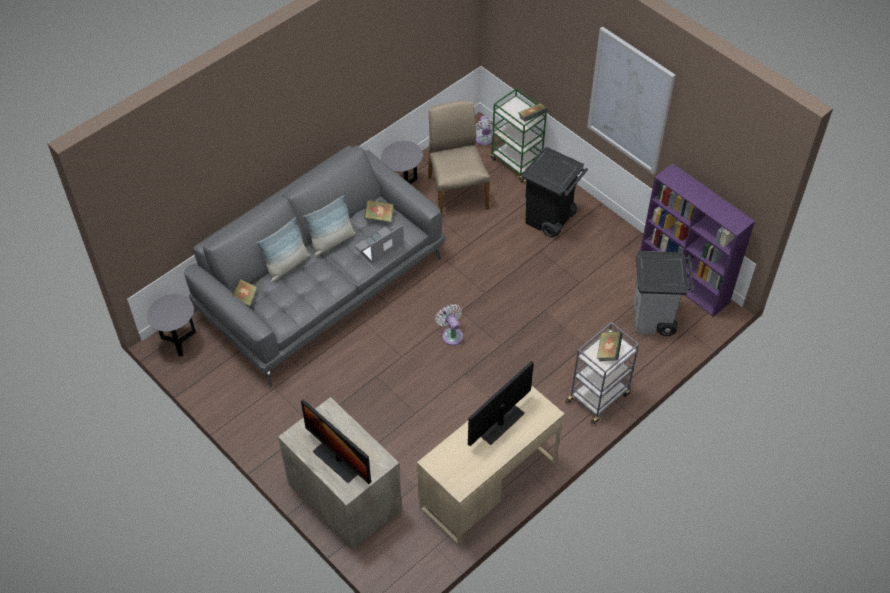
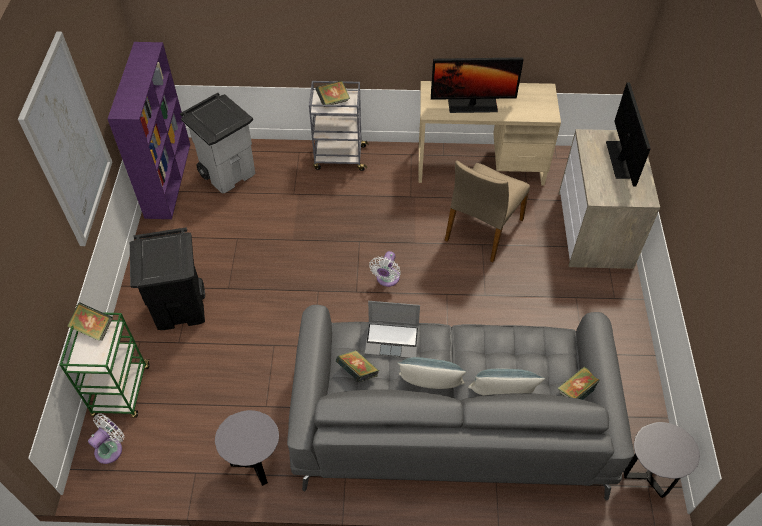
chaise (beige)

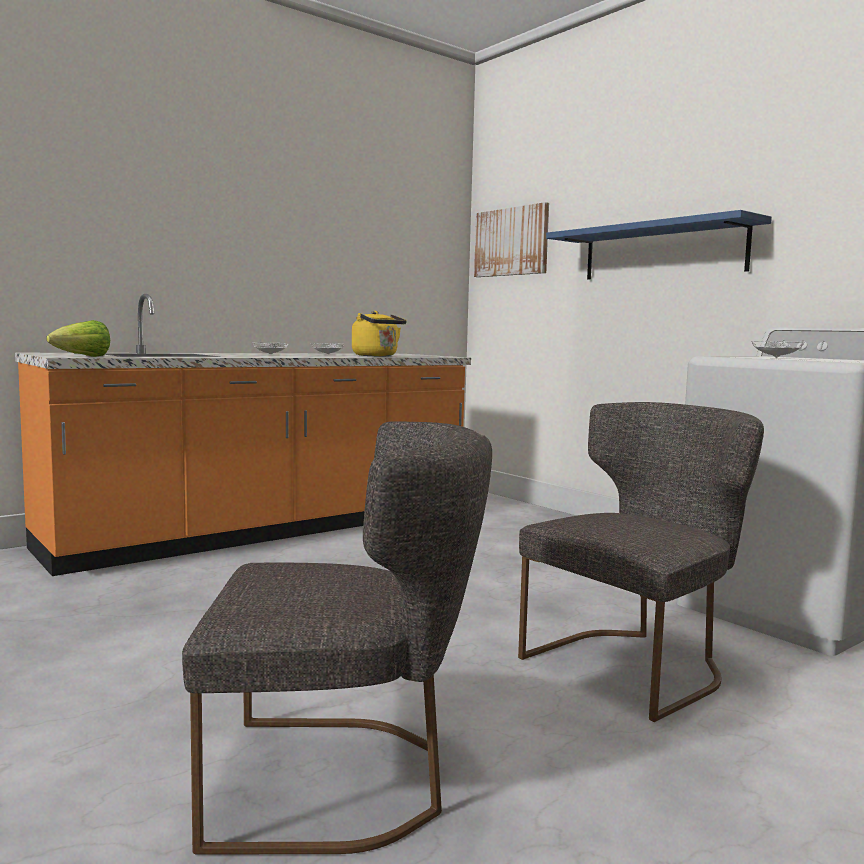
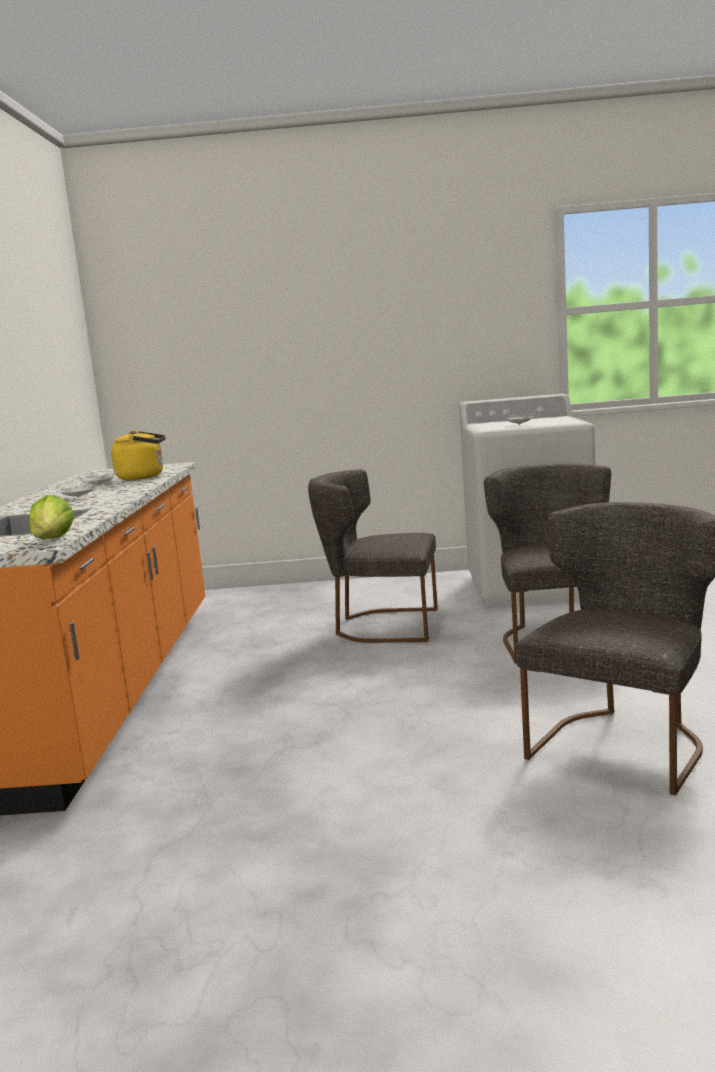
tableau; étagère (bleu); chaise (gris) (1st from left)

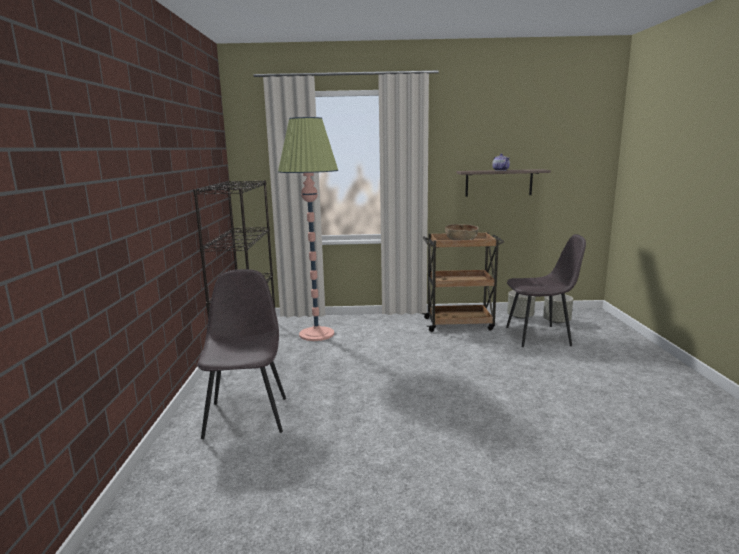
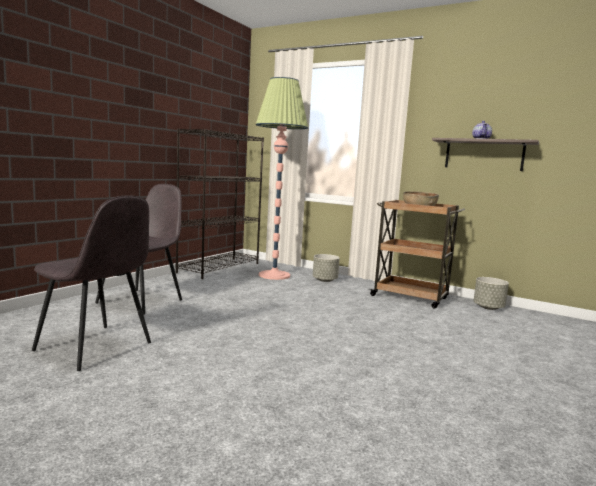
chaise (gris) (1st from left); cache-pot (gris) (1st from left)

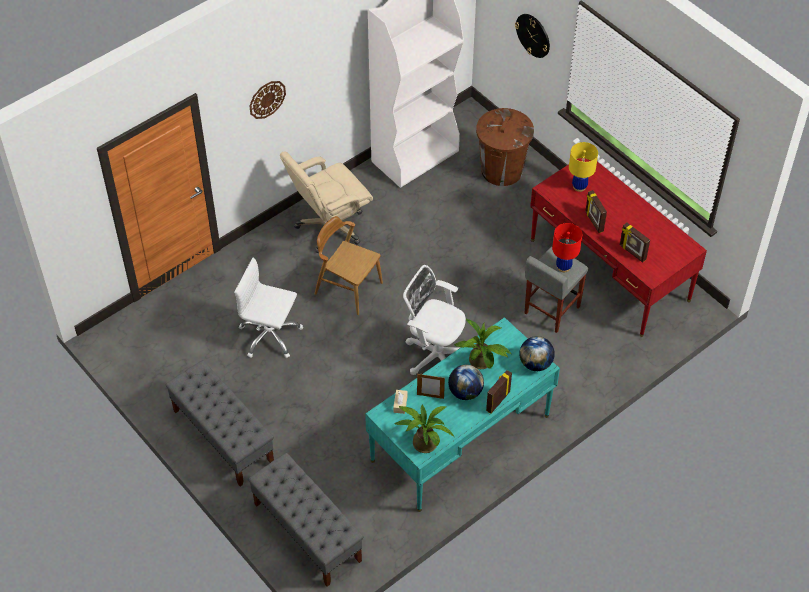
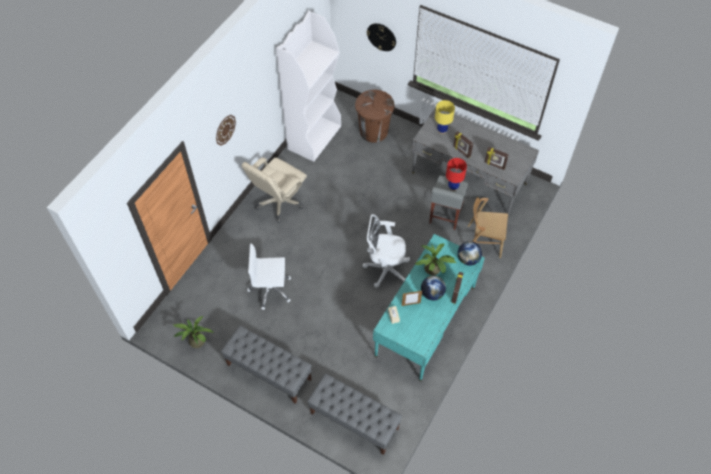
chaise (marron); plante en pot (1st from left); bureau (gris)

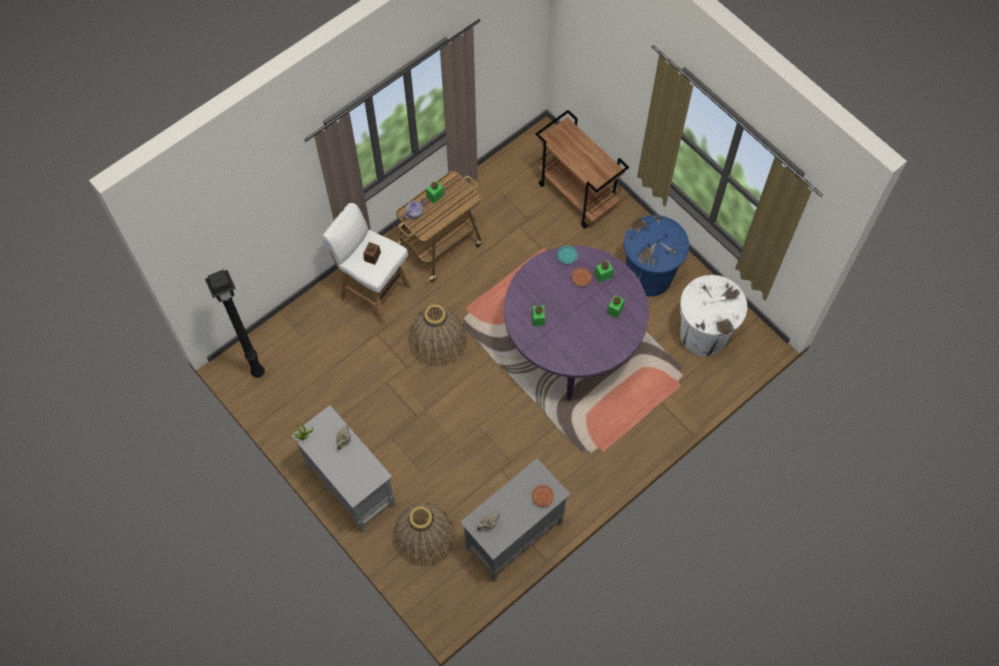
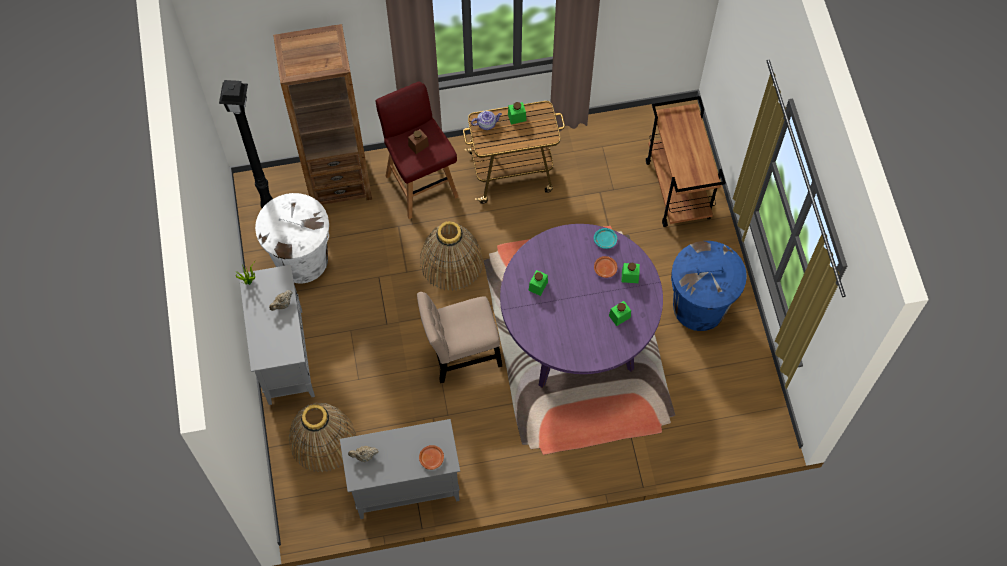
bibliothèque (marron); chaise (beige); poubelle (blanc); tabouret (rouge)

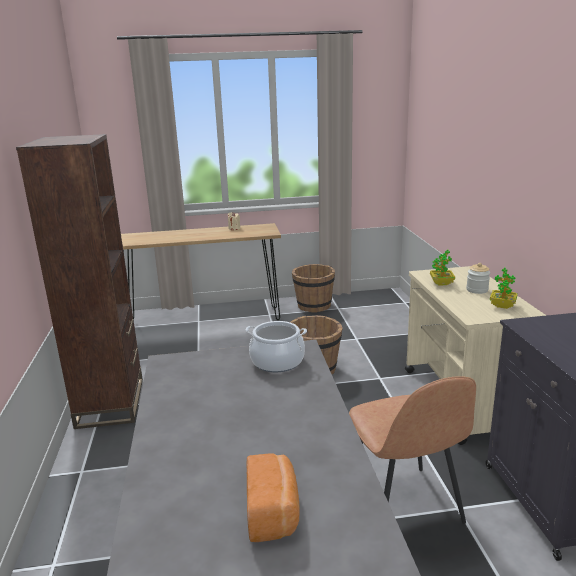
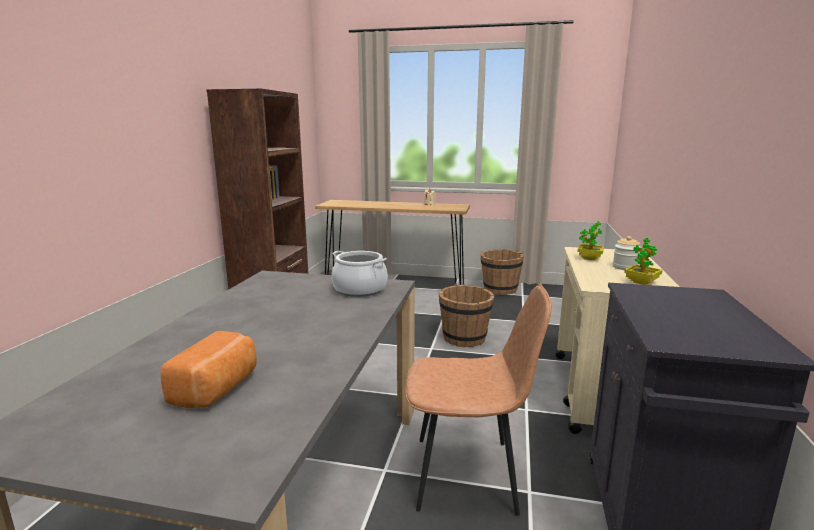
chaise (marron)

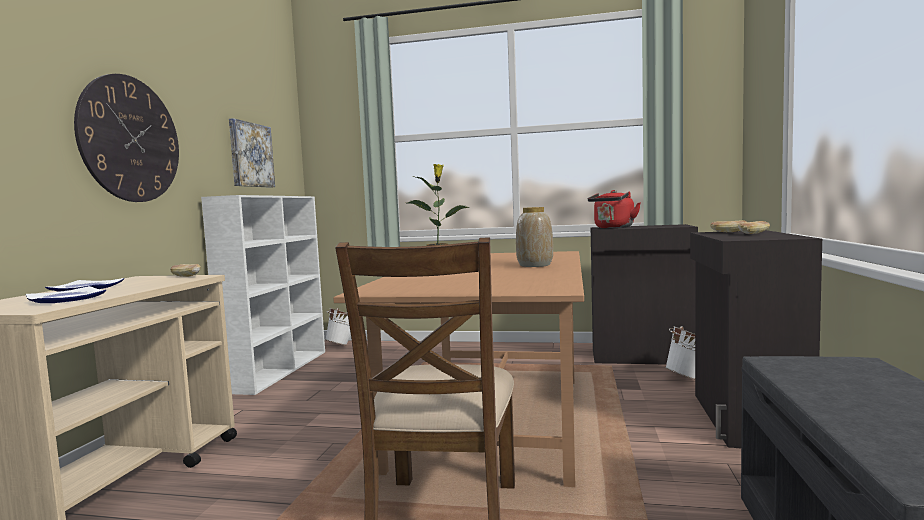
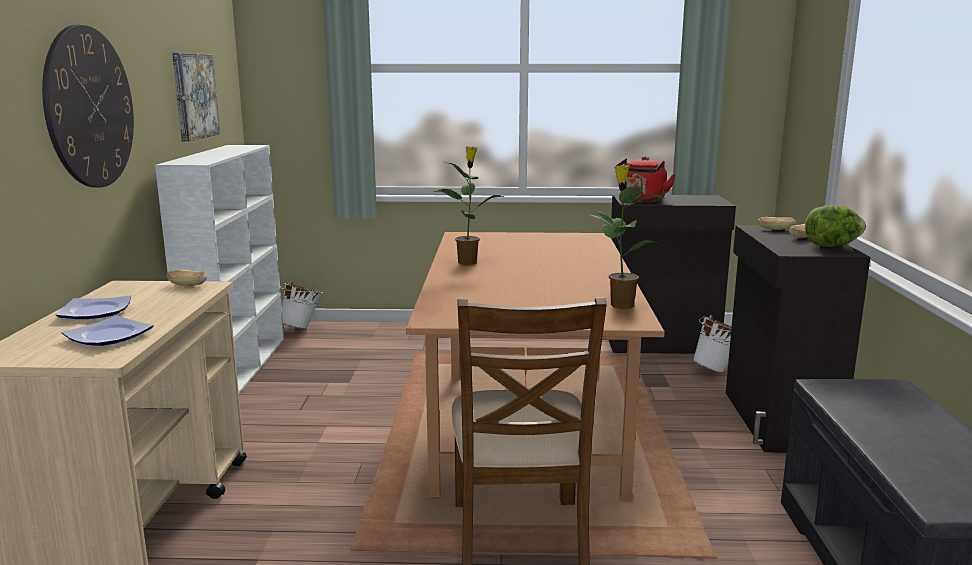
vase; plante en pot (2nd from left); laitue

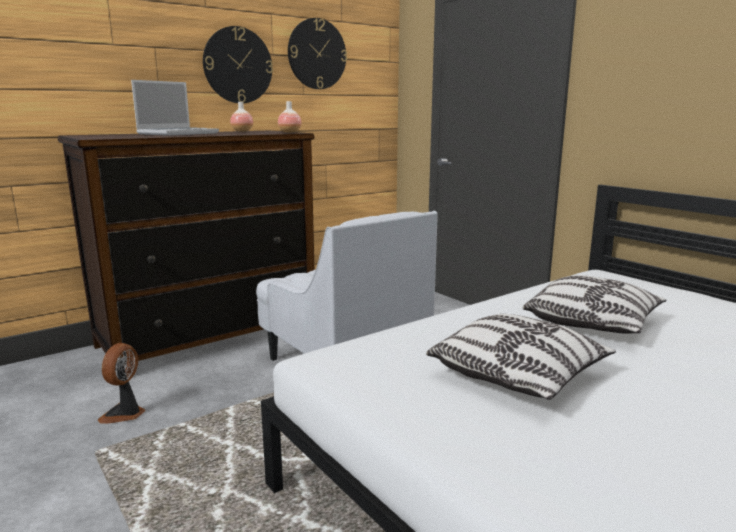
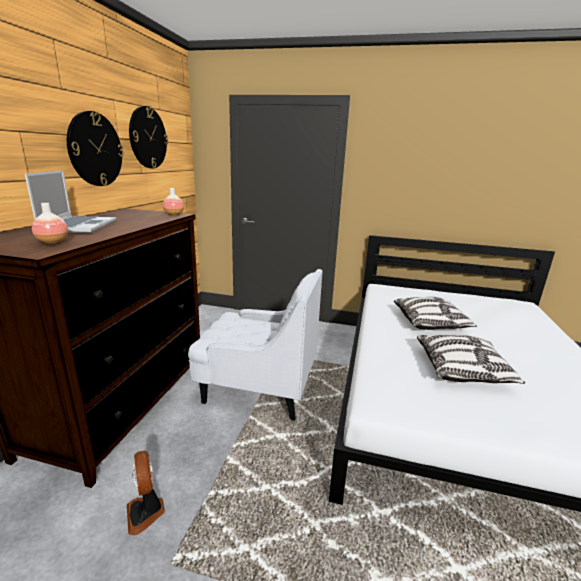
vase (1st from left)

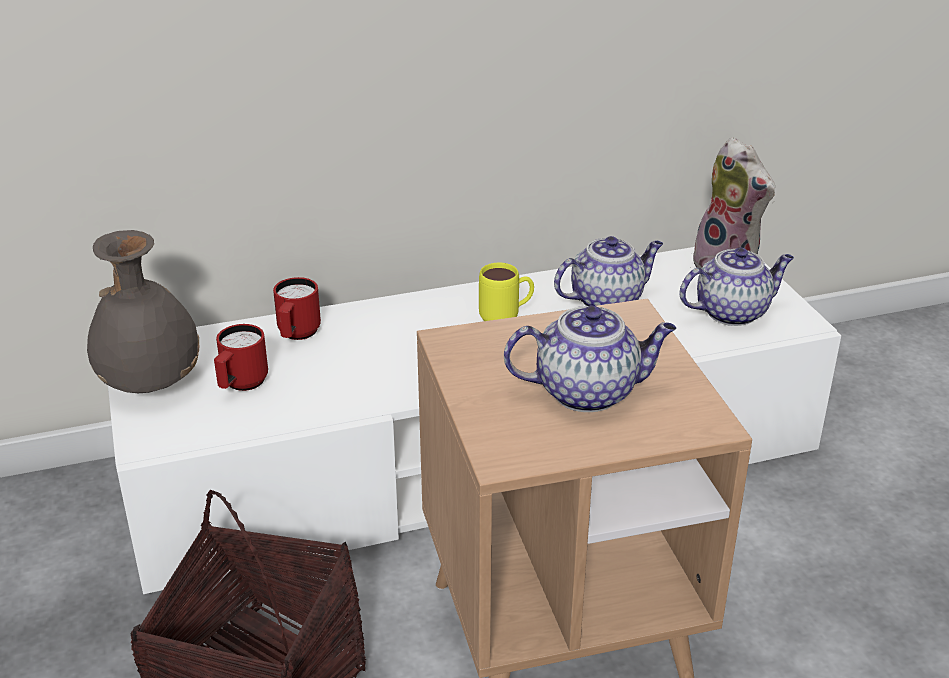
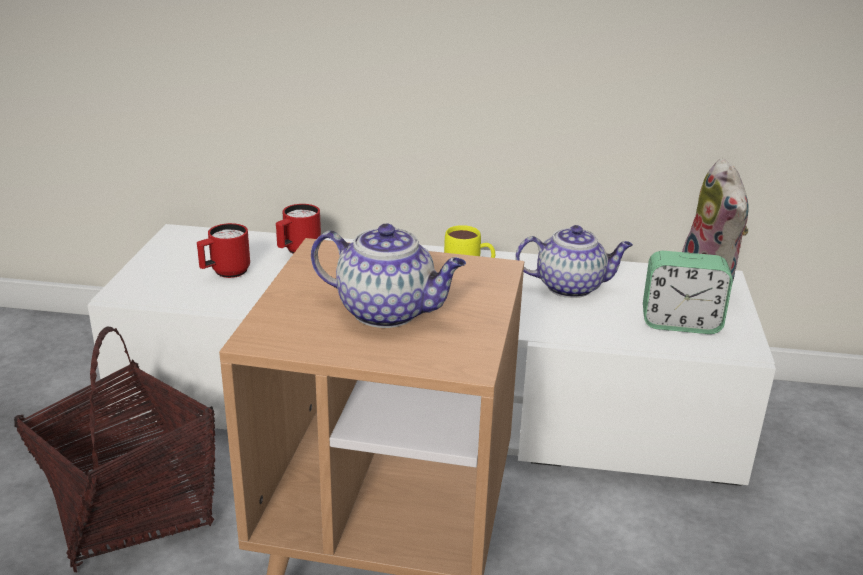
vase (gris); réveil

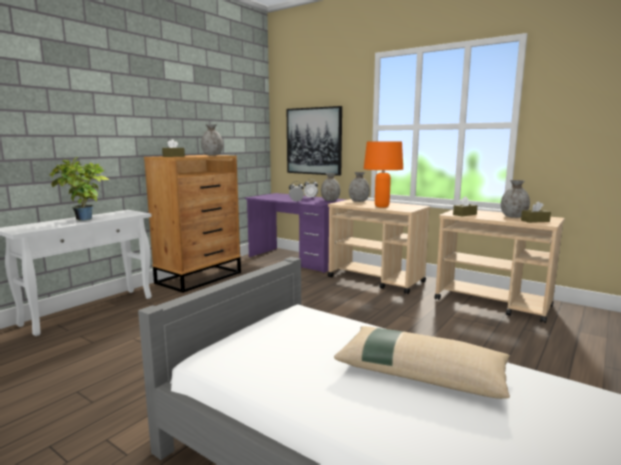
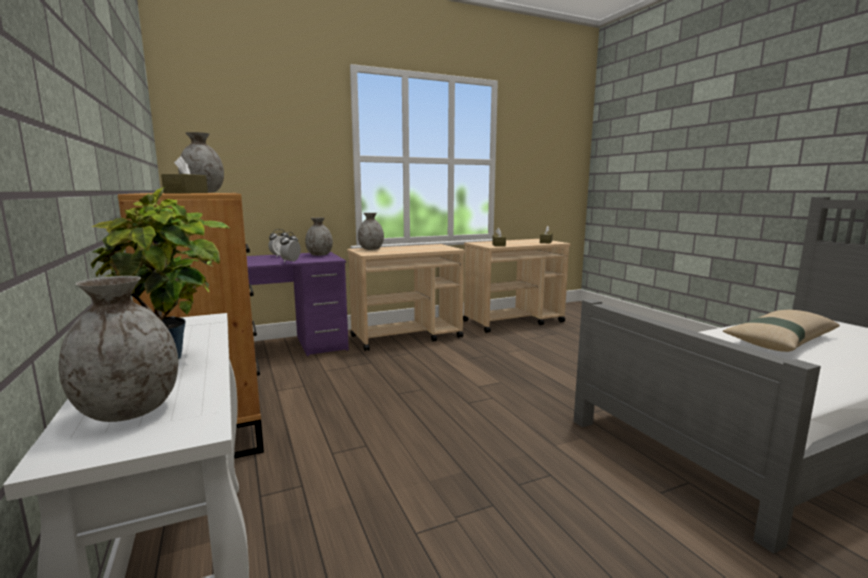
tableau; lampe de table (orange); vase (gris) (1st from left)

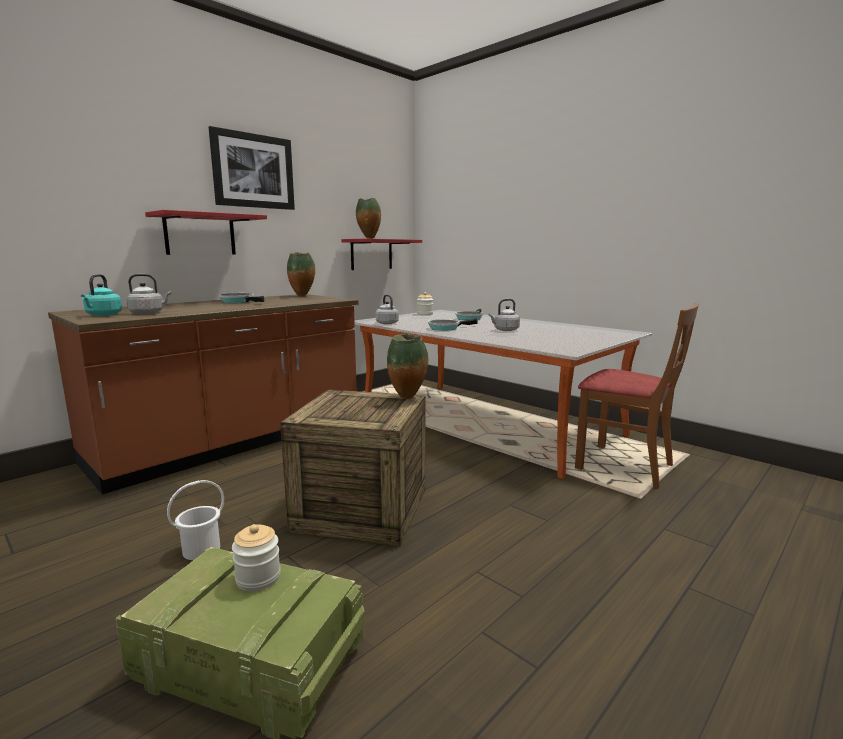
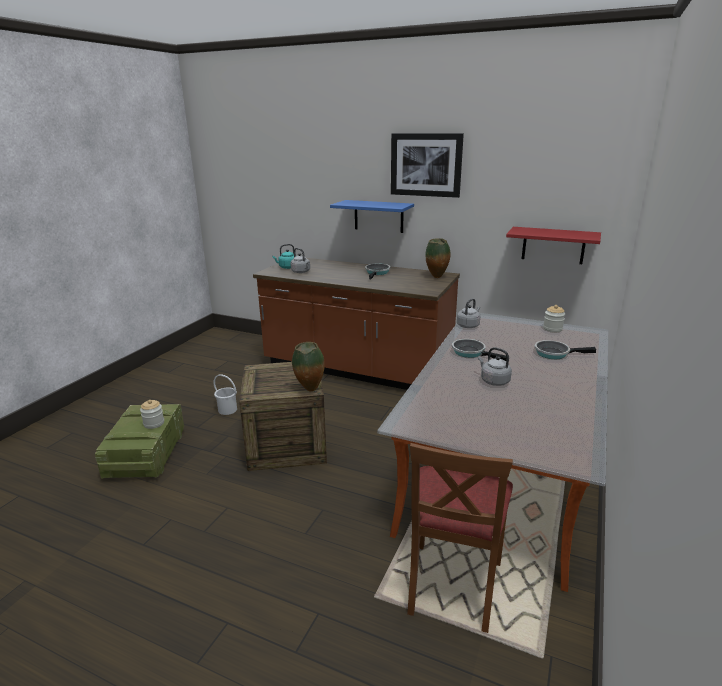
vase (2nd from left in the first image); étagère (bleu)

